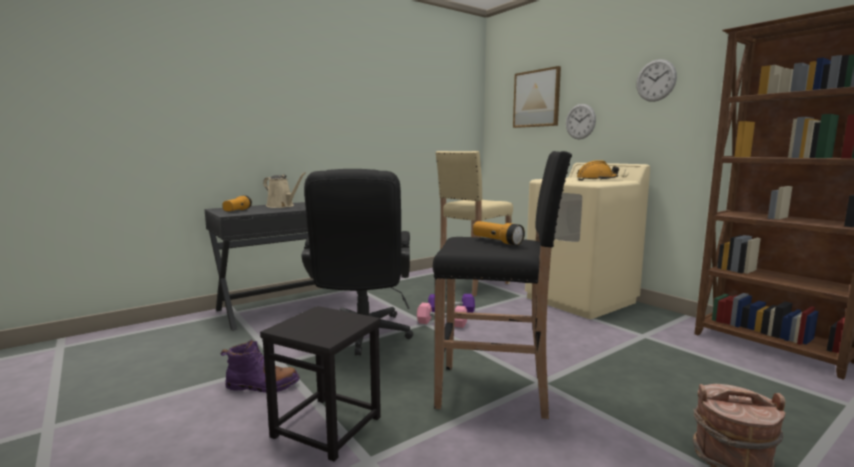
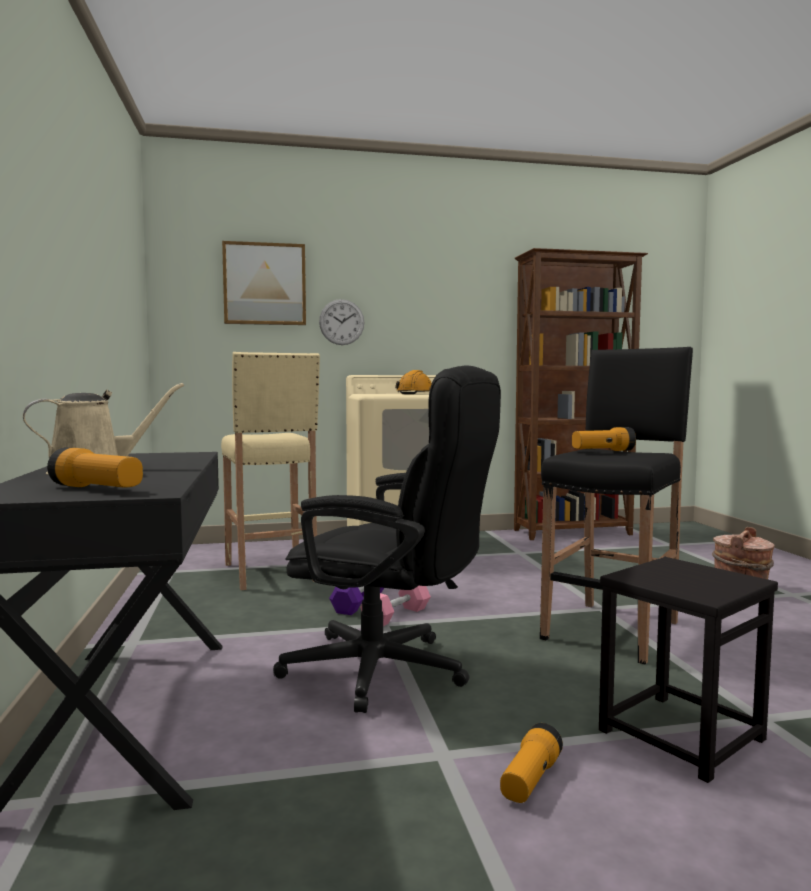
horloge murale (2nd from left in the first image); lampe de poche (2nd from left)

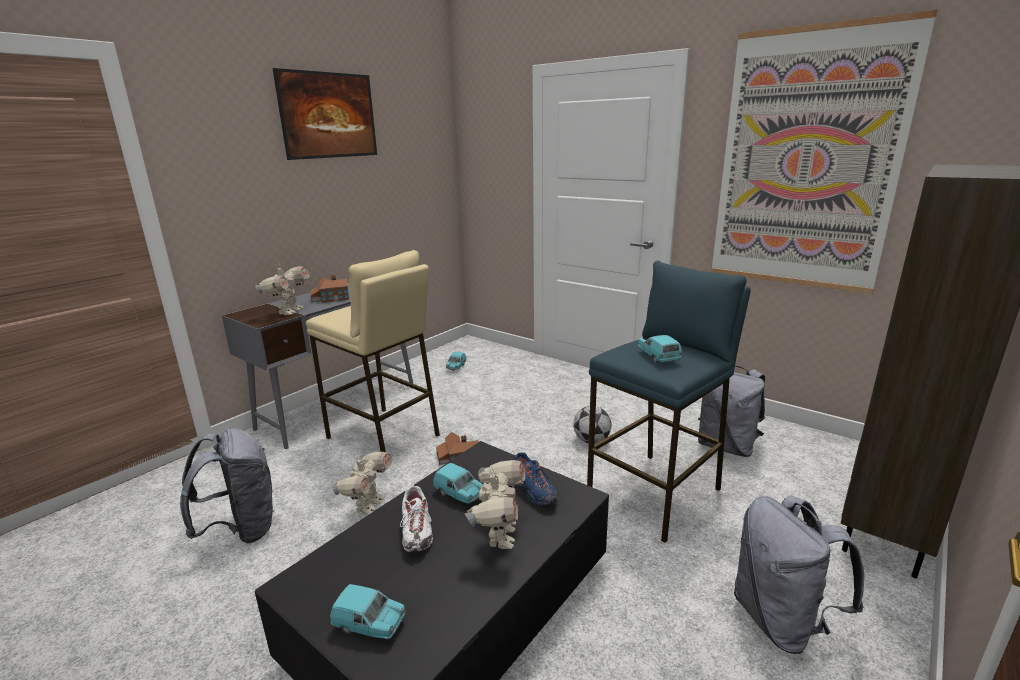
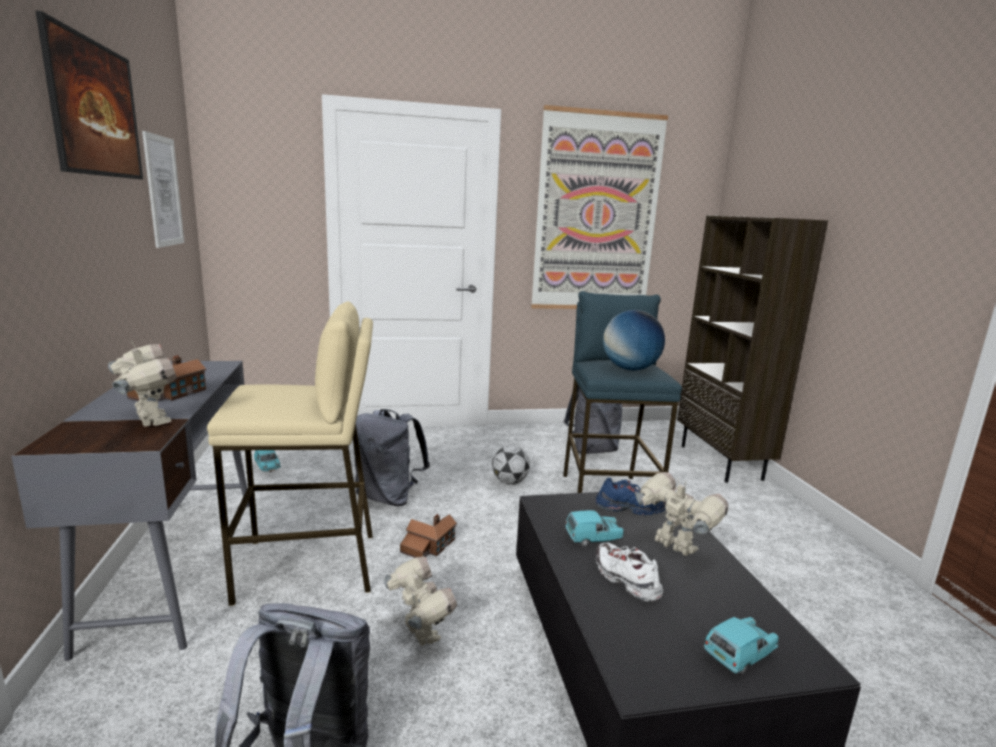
tableau (2nd from left); sac à dos (gris) (2nd from left); globe; chaussure (blanc)

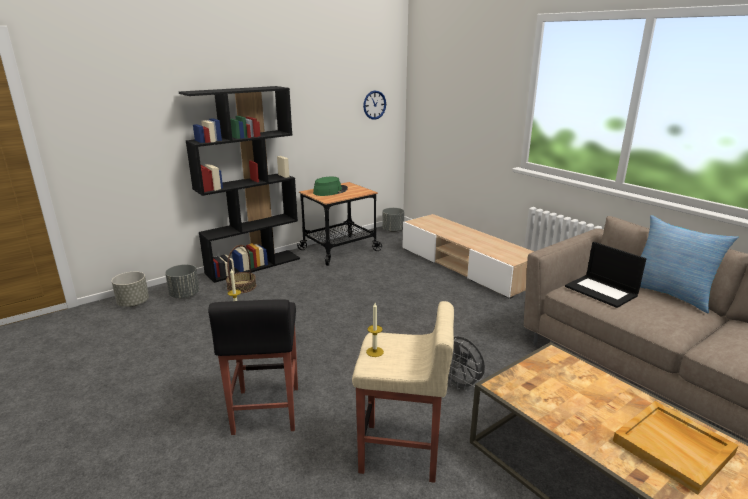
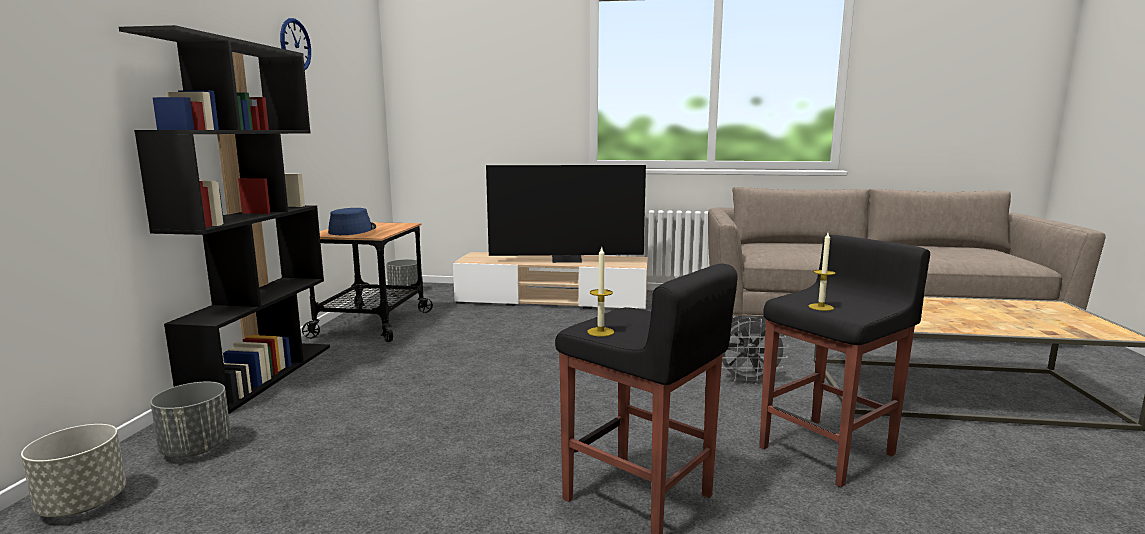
panier; ordinateur portable; plateau (beige); coussin; téléviseur; horloge murale; chapeau (bleu); tabouret (noir) (2nd from left)

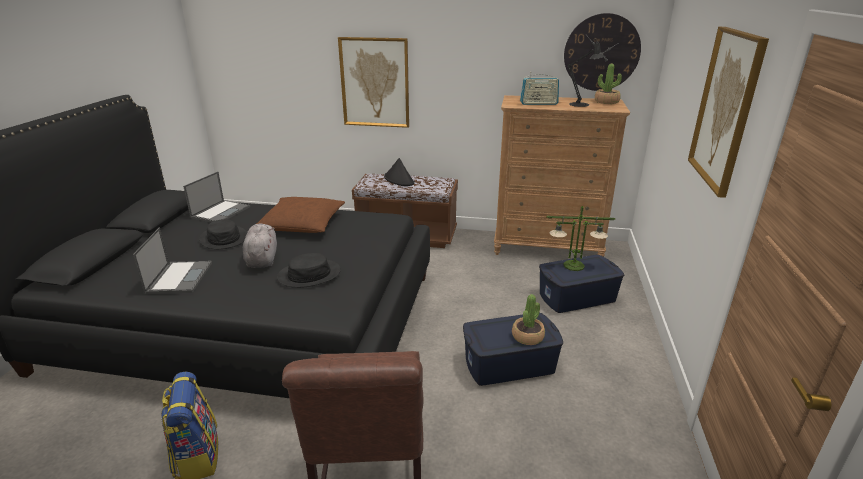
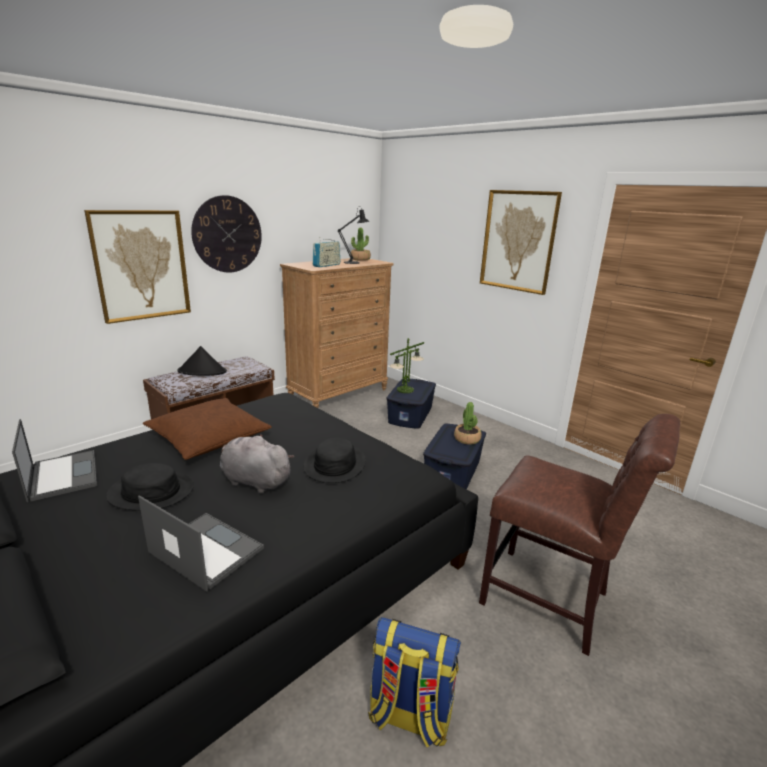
horloge murale

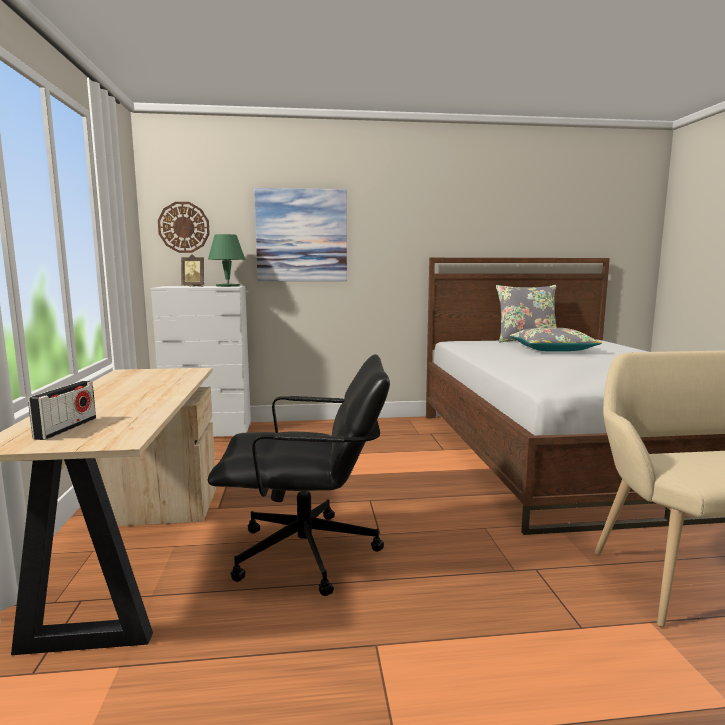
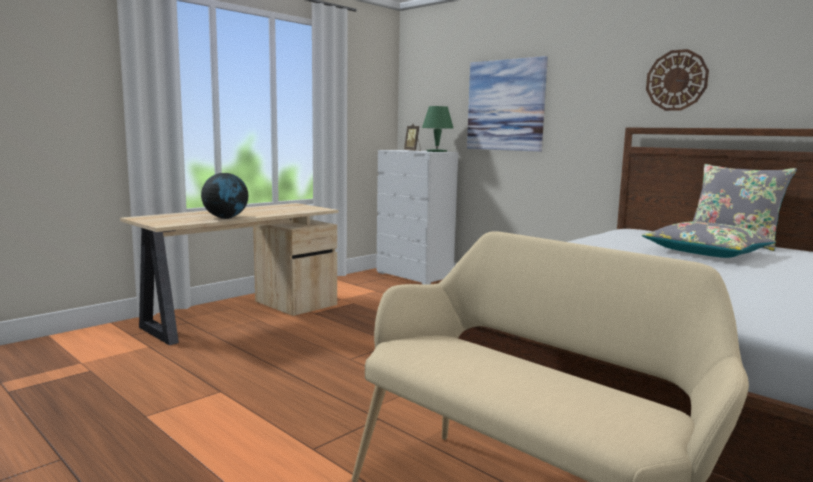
radio; chaise de bureau (noir); globe; horloge murale

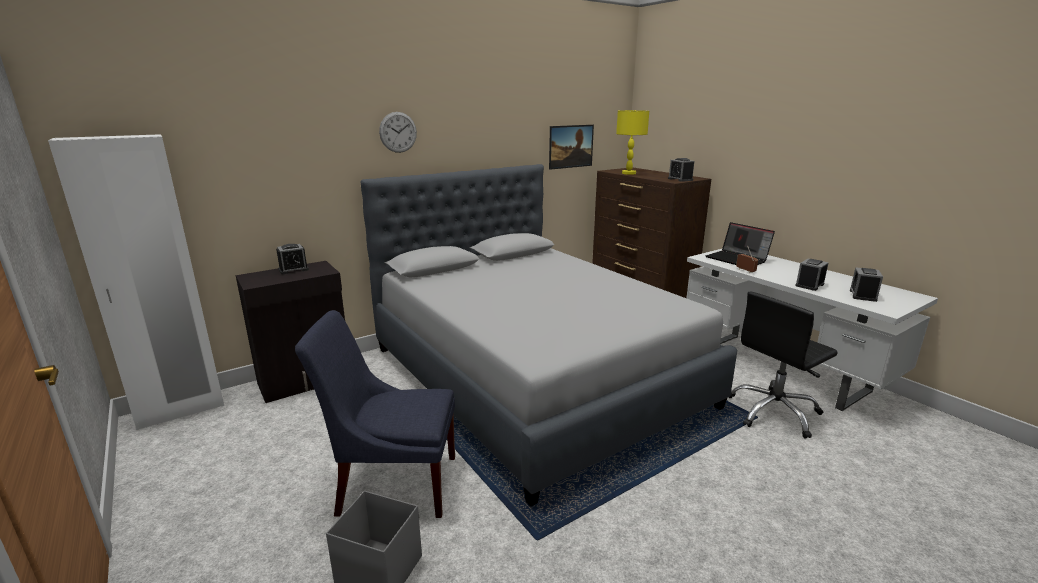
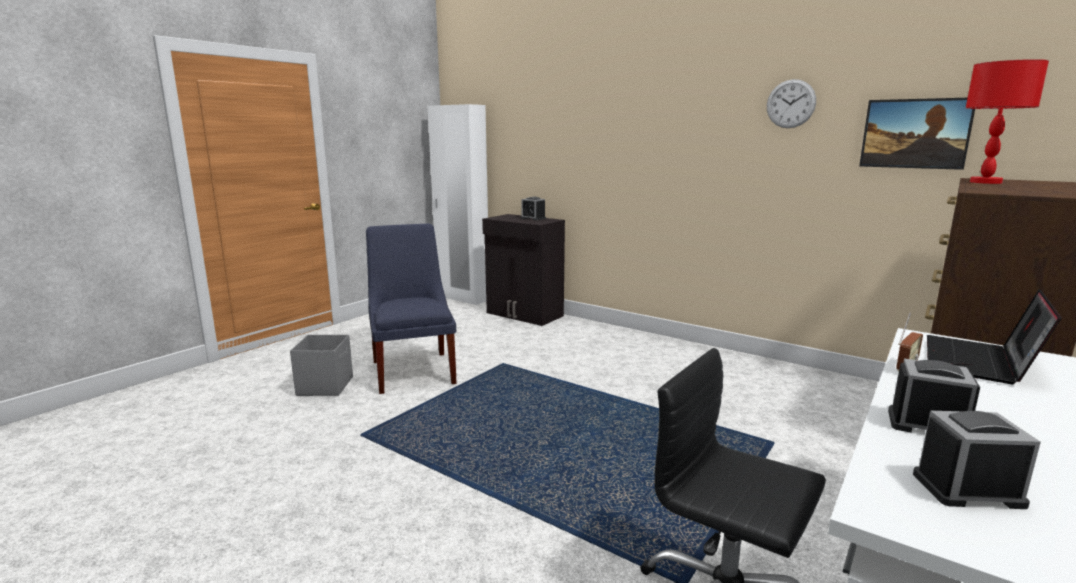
lit (gris); réveil (2nd from left in the first image); horloge murale; lampe de table (rouge)

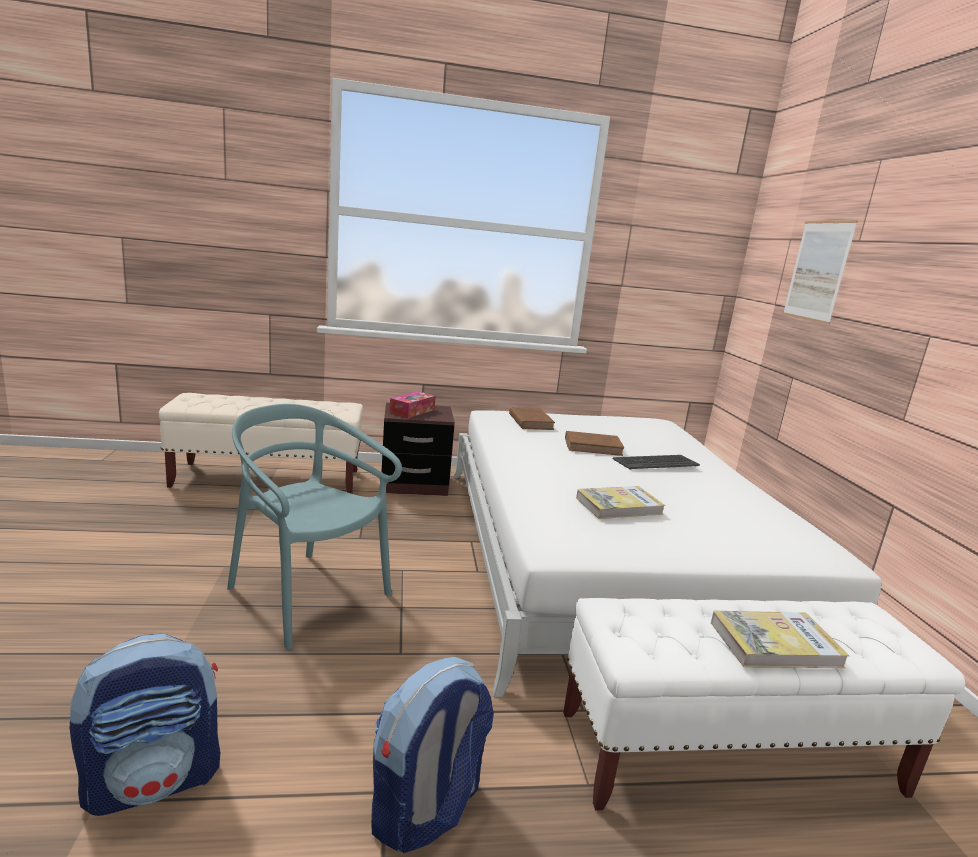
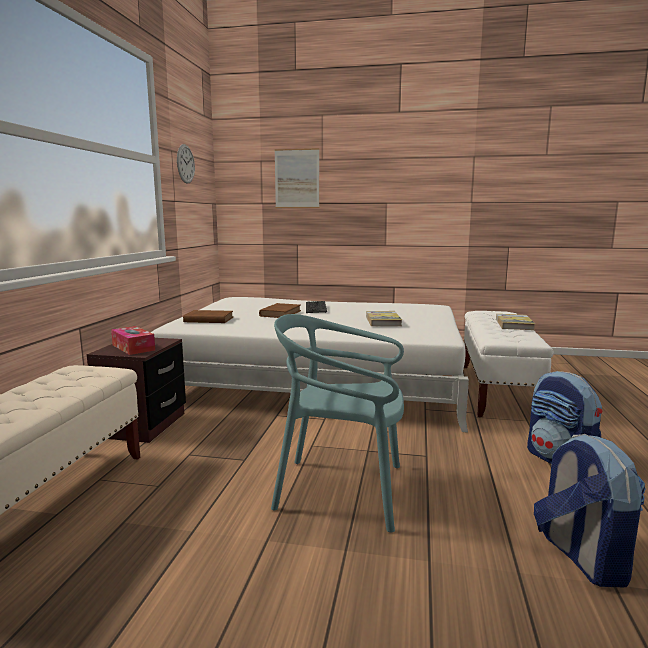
horloge murale; chaise (turquoise)

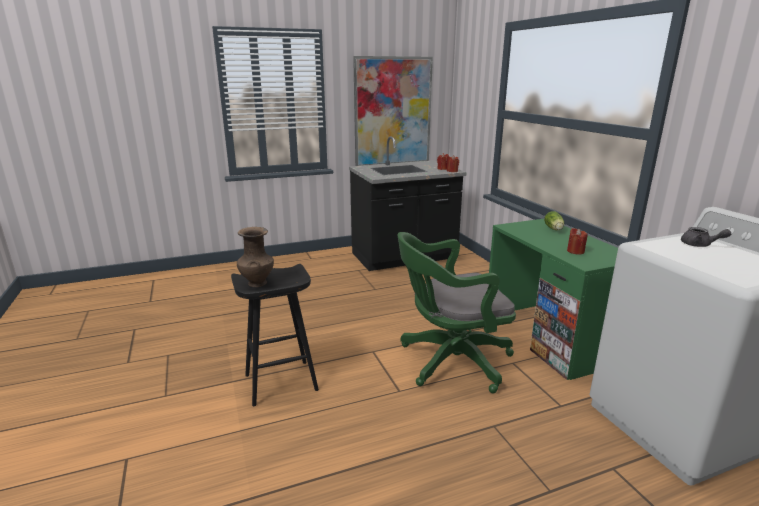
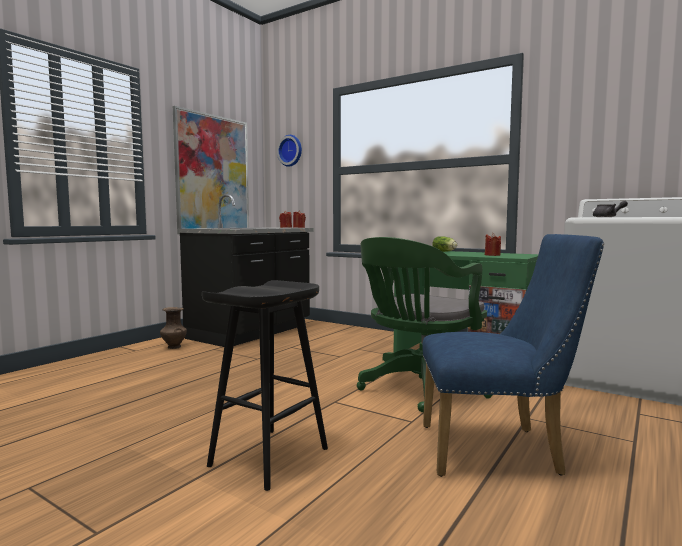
horloge murale; chaise (bleu); vase (marron)

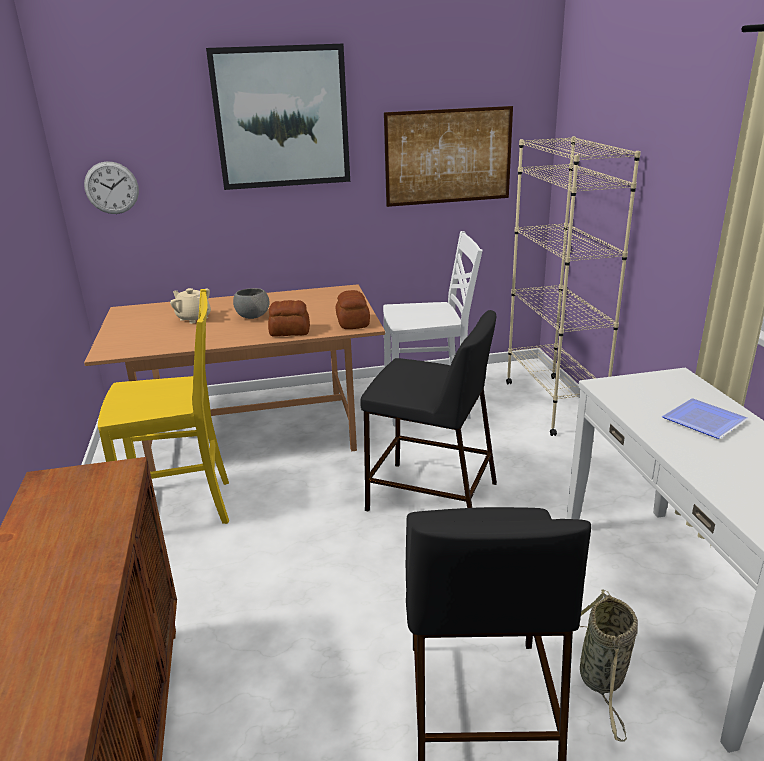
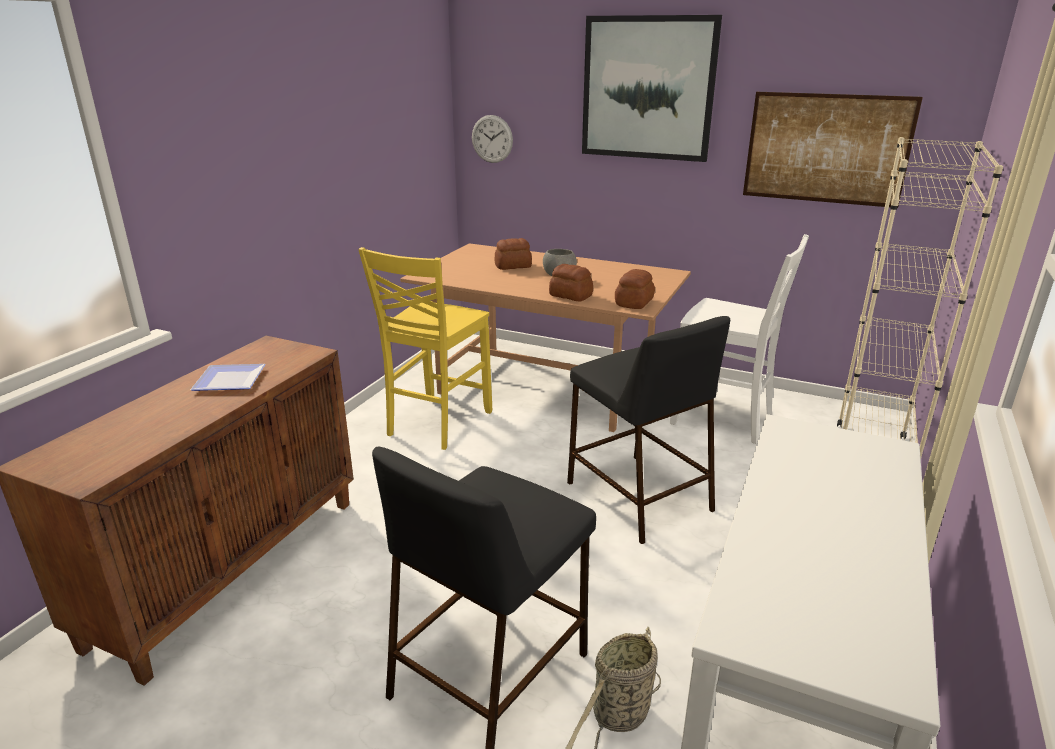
assiette; pain (1st from left); chaise (jaune)

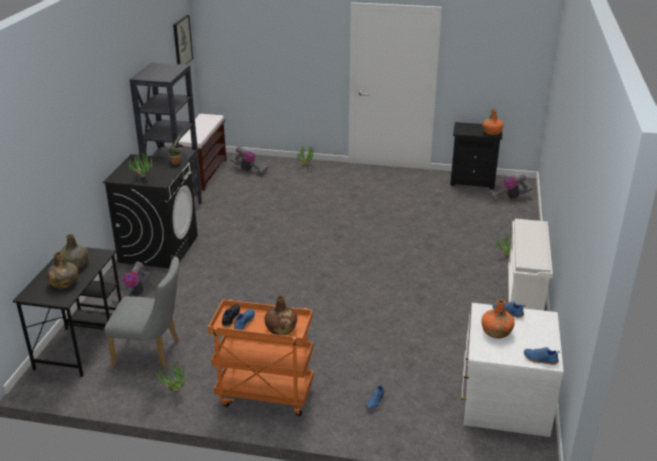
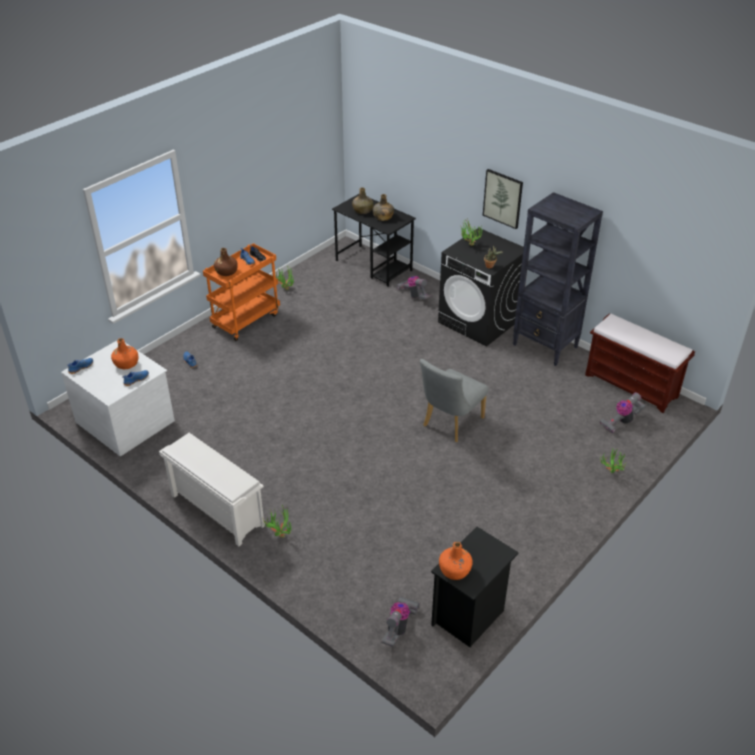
chaise (gris); tableau

